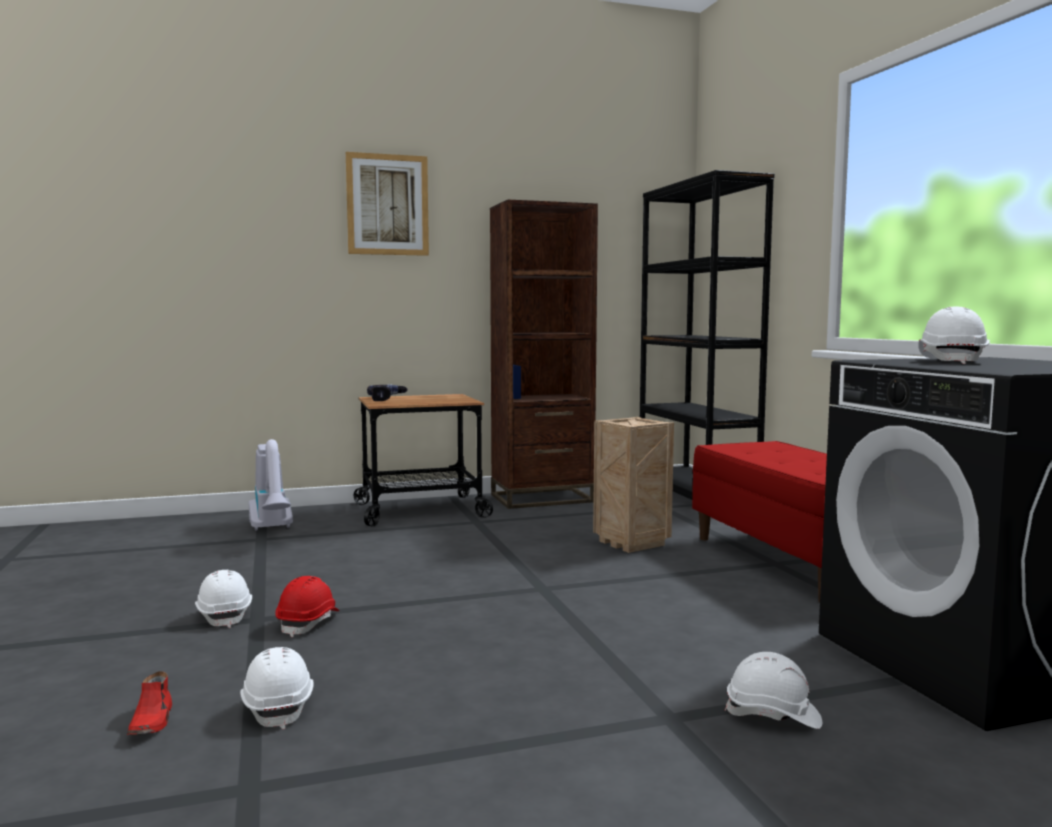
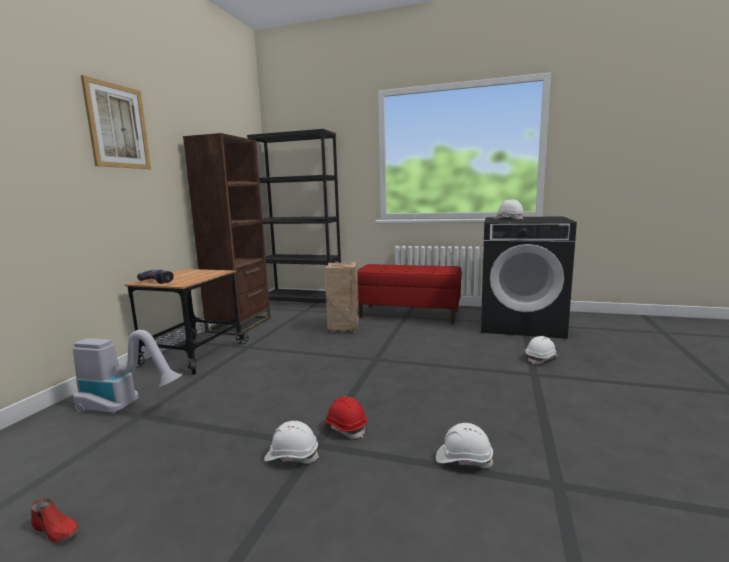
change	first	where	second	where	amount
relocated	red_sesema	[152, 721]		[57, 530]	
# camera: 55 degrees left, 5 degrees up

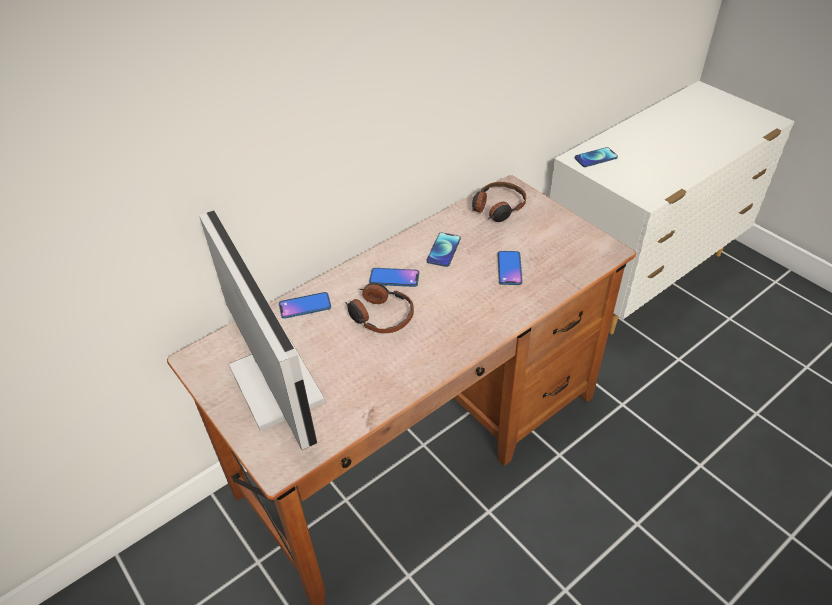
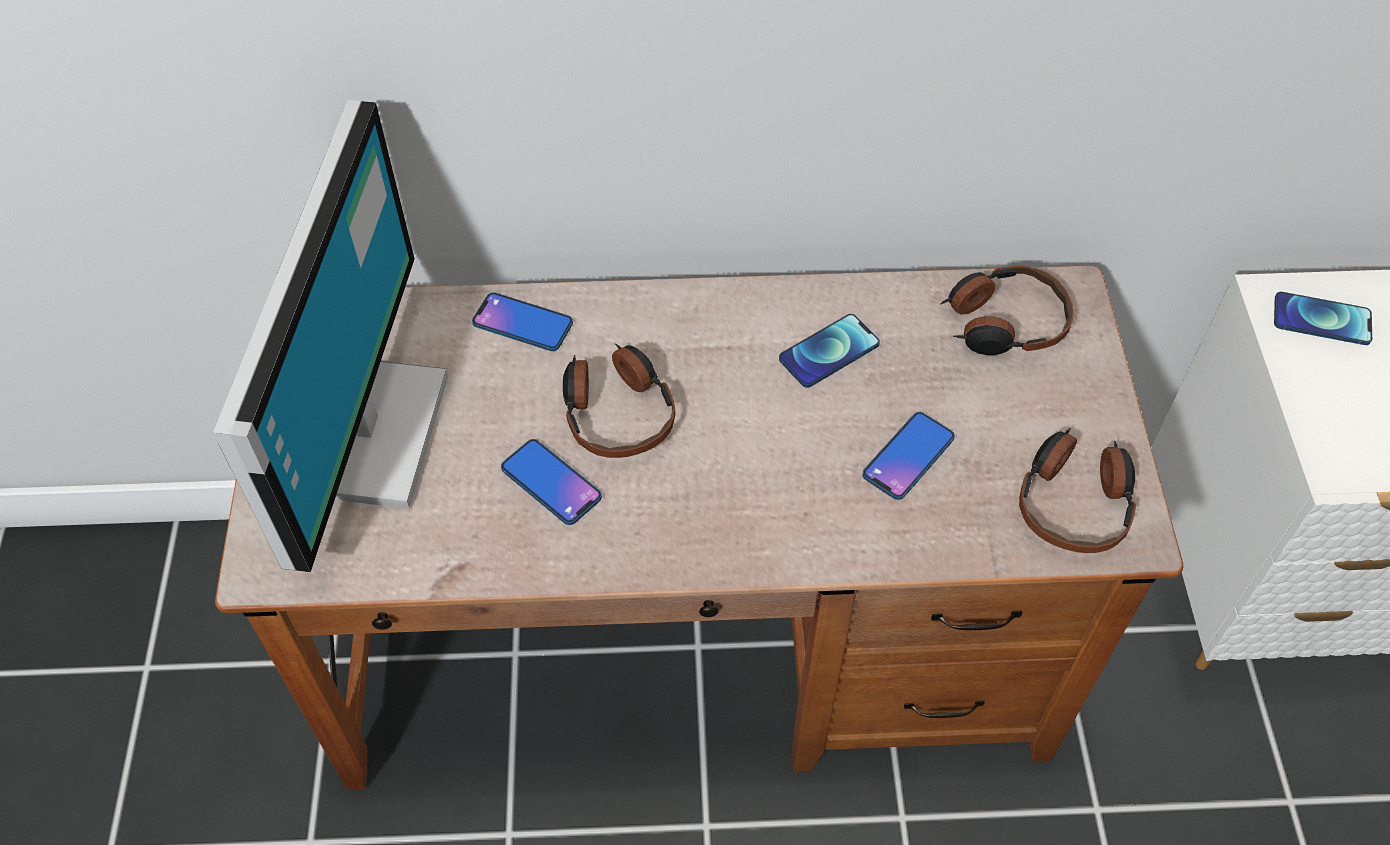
change	first	where	second	where	amount
appeared			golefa	[1074, 501]	
relocated	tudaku	[394, 278]		[551, 483]	
# camera: 35 degrees right, 10 degrees up

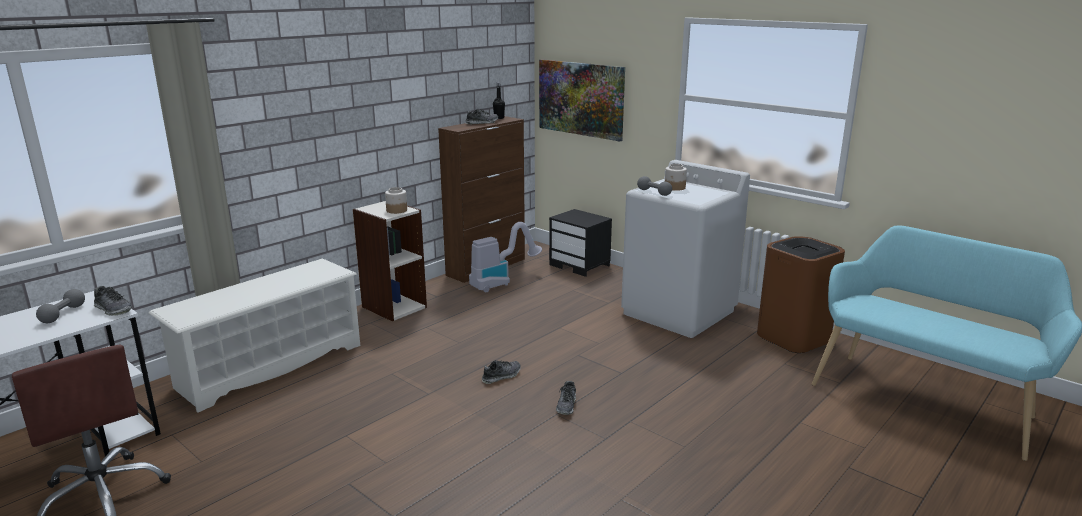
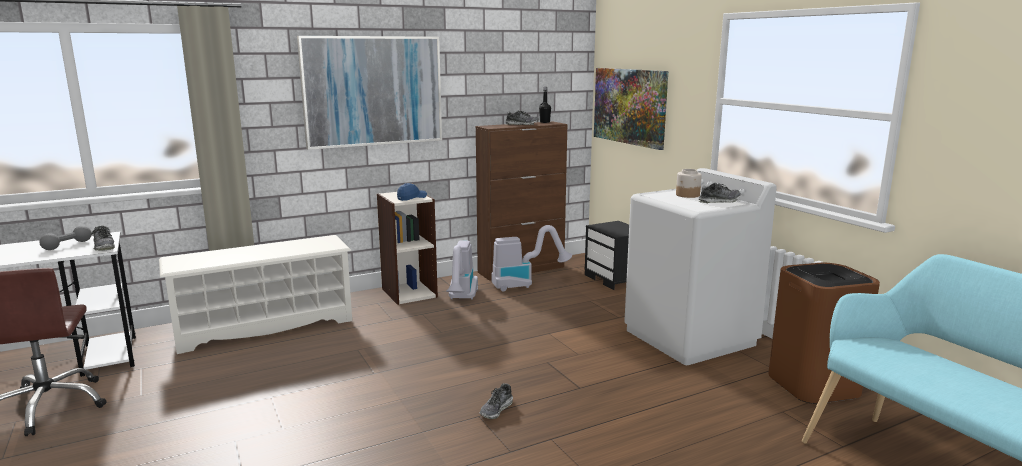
change	first	where	second	where	amount
missing	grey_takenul	[654, 192]			
appeared			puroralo	[372, 91]	
appeared			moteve	[462, 299]	
relocated	sesema	[501, 376]		[719, 201]	
exchanged	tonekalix	[396, 210]	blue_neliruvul	[412, 197]	
# camera: 20 degrees right, 5 degrees down

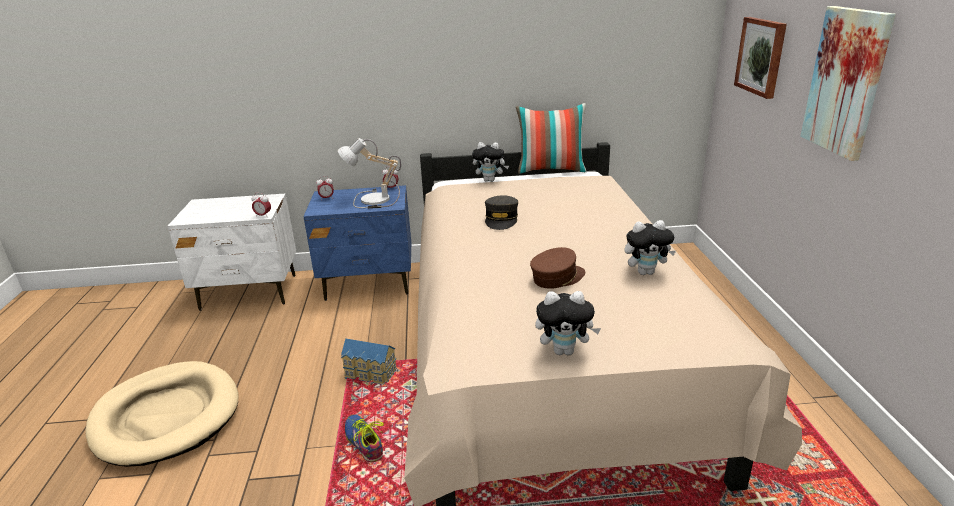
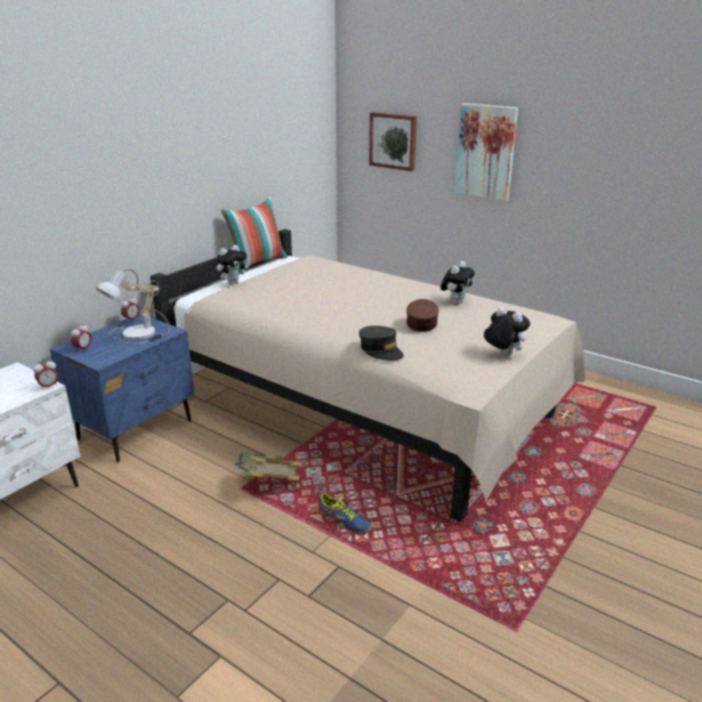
change	first	where	second	where	amount
missing	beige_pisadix	[167, 416]			
relocated	grey_neliruvul	[501, 219]		[381, 350]	
exchanged	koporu	[370, 374]	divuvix	[269, 484]	
spun	sesema	[363, 442]		[344, 520]	150 degrees counterclockwise
spun	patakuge	[565, 351]		[503, 354]	90 degrees counterclockwise
# camera: 50 degrees left, 0 degrees up

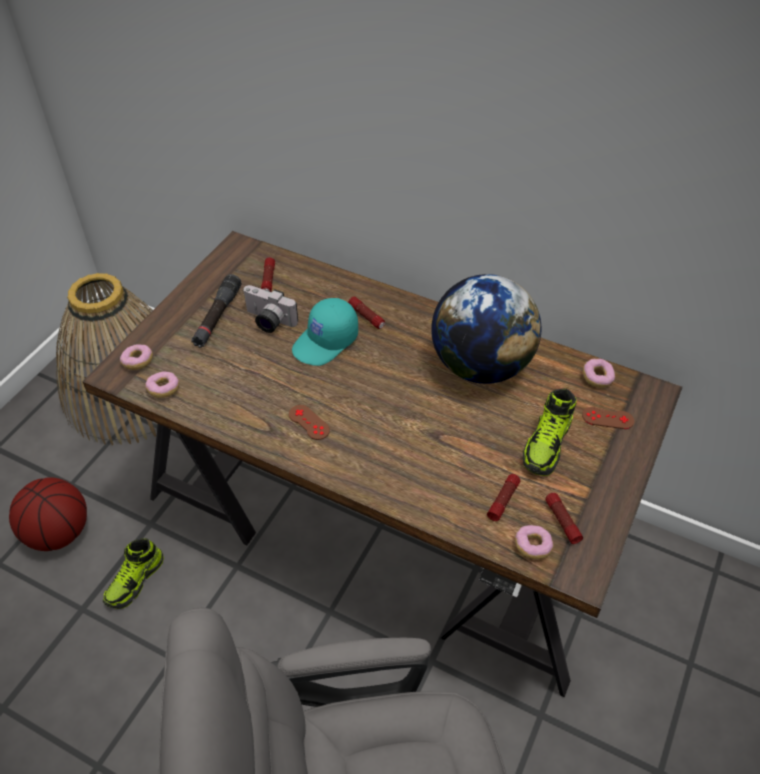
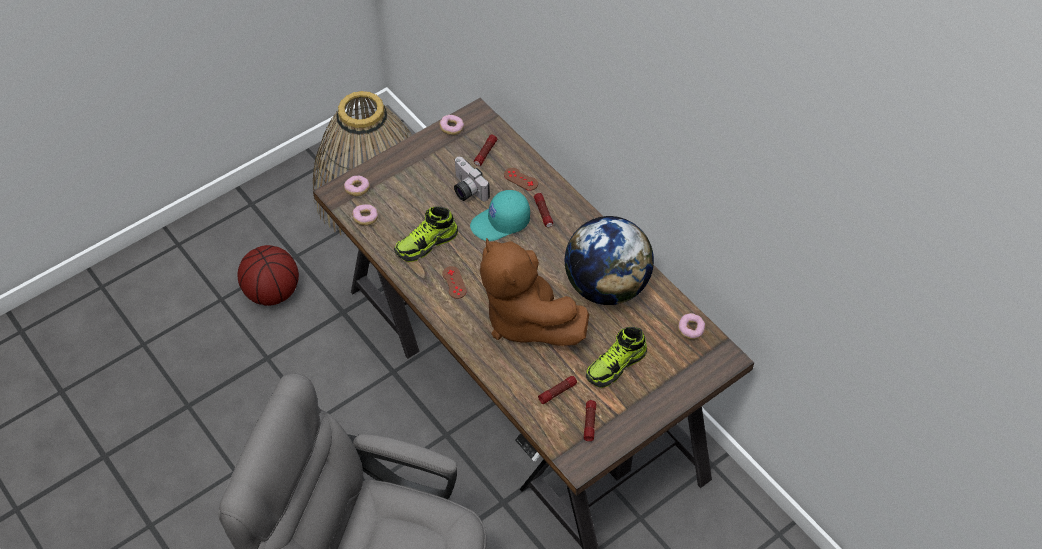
change	first	where	second	where	amount
missing	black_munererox	[217, 317]			
appeared			brown_patakuge	[525, 318]	
relocated	sesema	[135, 581]		[426, 244]	
relocated	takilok	[532, 546]		[452, 128]	
relocated	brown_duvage	[608, 418]		[521, 179]	
# camera: 25 degrees right, 5 degrees up

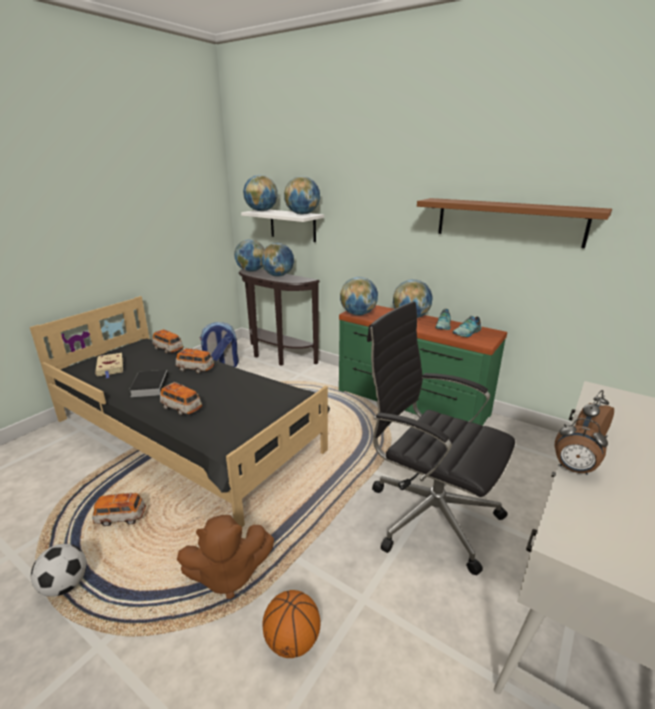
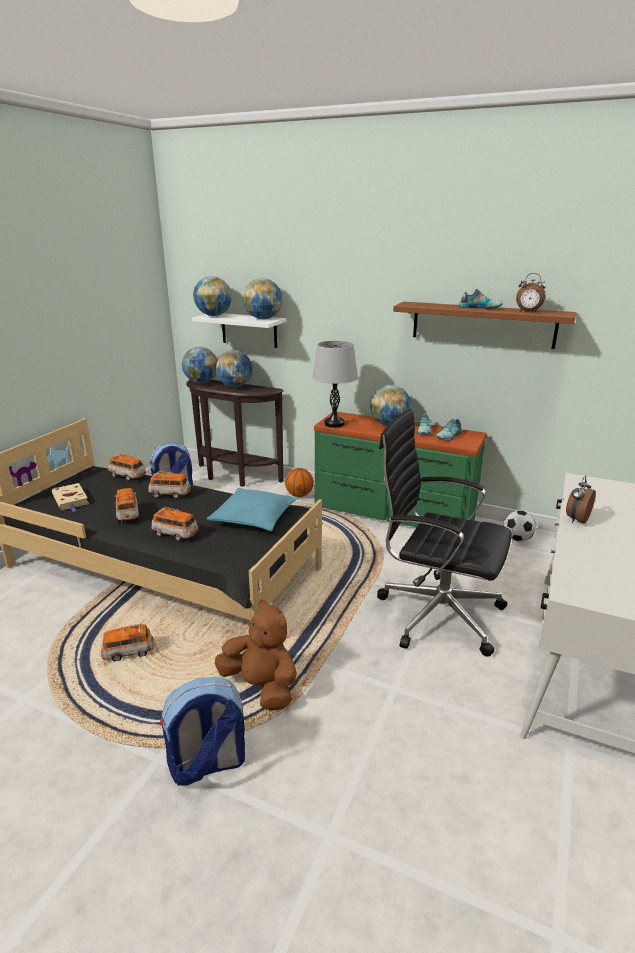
change	first	where	second	where	amount
appeared			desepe	[207, 765]	
appeared			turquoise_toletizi	[254, 517]	
appeared			sesema	[480, 307]	
relocated	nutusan	[65, 585]		[517, 539]	
relocated	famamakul	[292, 641]		[299, 495]	
relocated	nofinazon	[573, 469]		[528, 312]	
exchanged	divuvix	[150, 385]	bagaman	[128, 514]	
exchanged	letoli	[358, 314]	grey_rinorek	[334, 424]	
spun	brown_patakuge	[228, 575]		[261, 686]	120 degrees counterclockwise
# camera: 10 degrees left, 0 degrees up

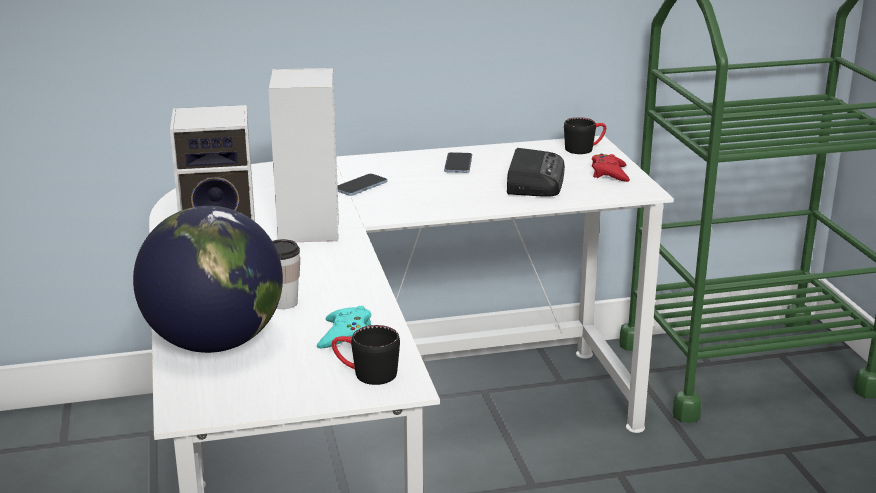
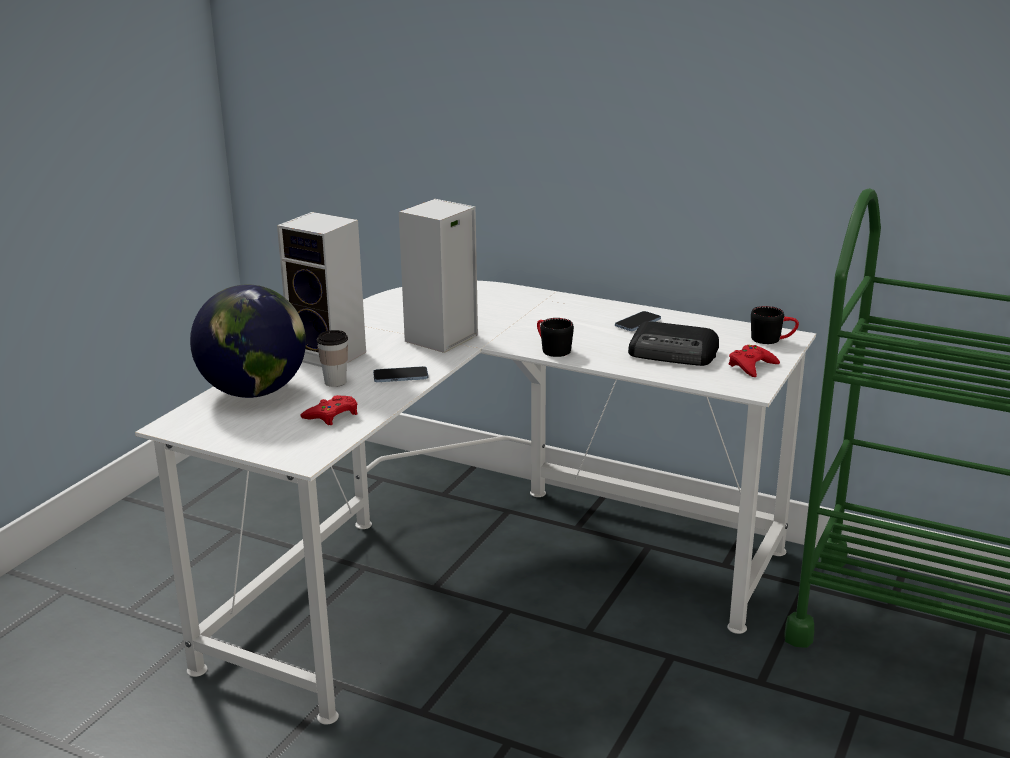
change	first	where	second	where	amount
relocated	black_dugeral	[365, 373]		[551, 349]	
relocated	tudaku	[360, 186]		[400, 376]	
colour	turquoise_duvage	[345, 335]	red_duvage	[332, 415]	
spun	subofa	[534, 180]		[674, 353]	60 degrees clockwise
# camera: 40 degrees right, 0 degrees up

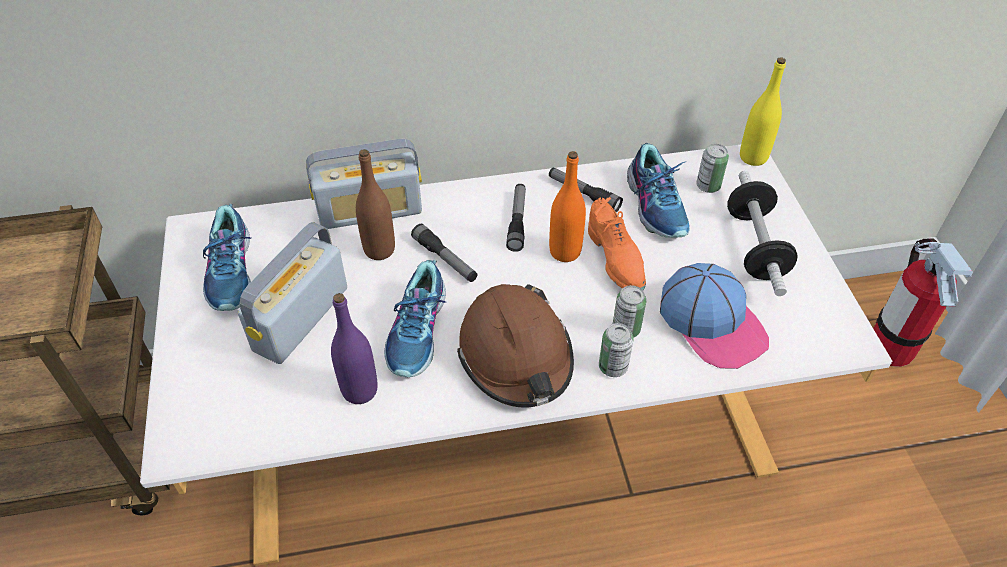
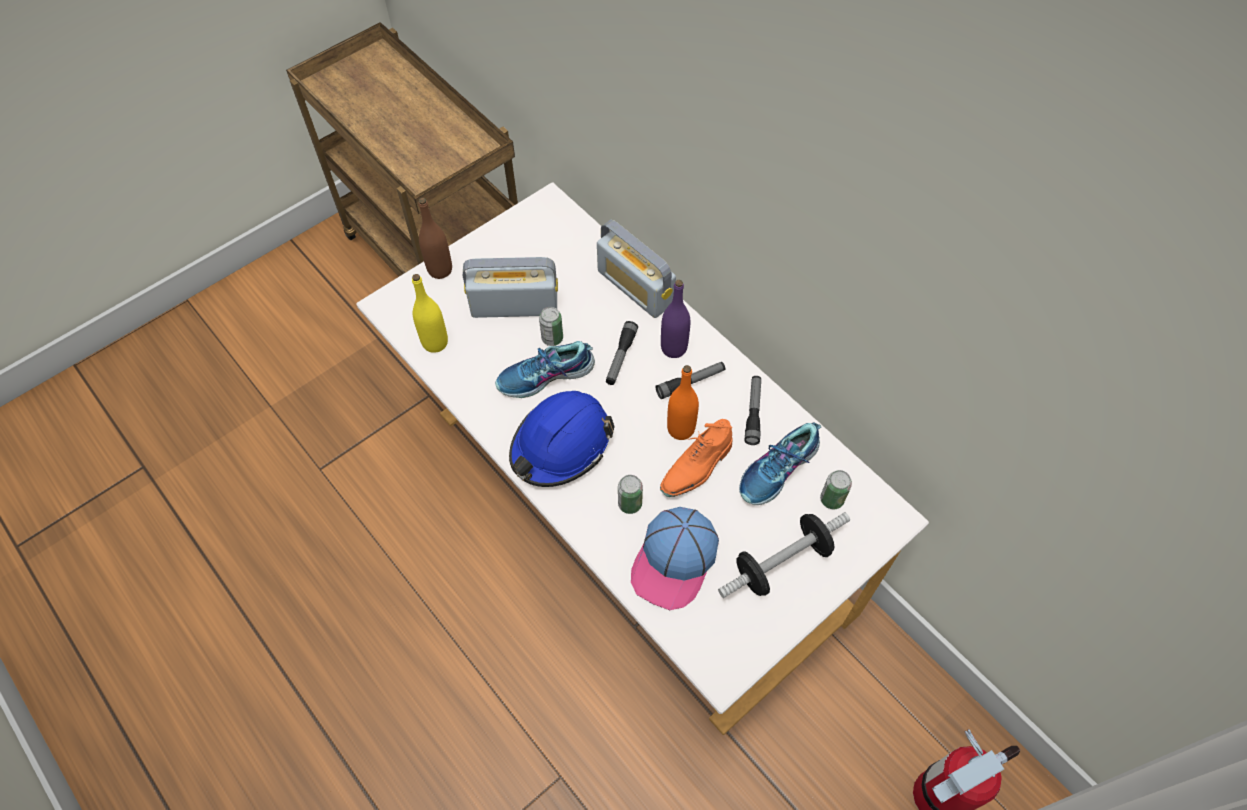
change	first	where	second	where	amount
missing	sesema	[232, 272]			
relocated	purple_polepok	[360, 390]		[674, 348]	
relocated	brown_polepok	[379, 250]		[440, 270]	
relocated	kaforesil	[613, 367]		[552, 338]	
relocated	yellow_polepok	[753, 157]		[435, 342]	
colour	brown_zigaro	[516, 356]	blue_zigaro	[561, 445]	
# camera: 60 degrees right, 10 degrees up

